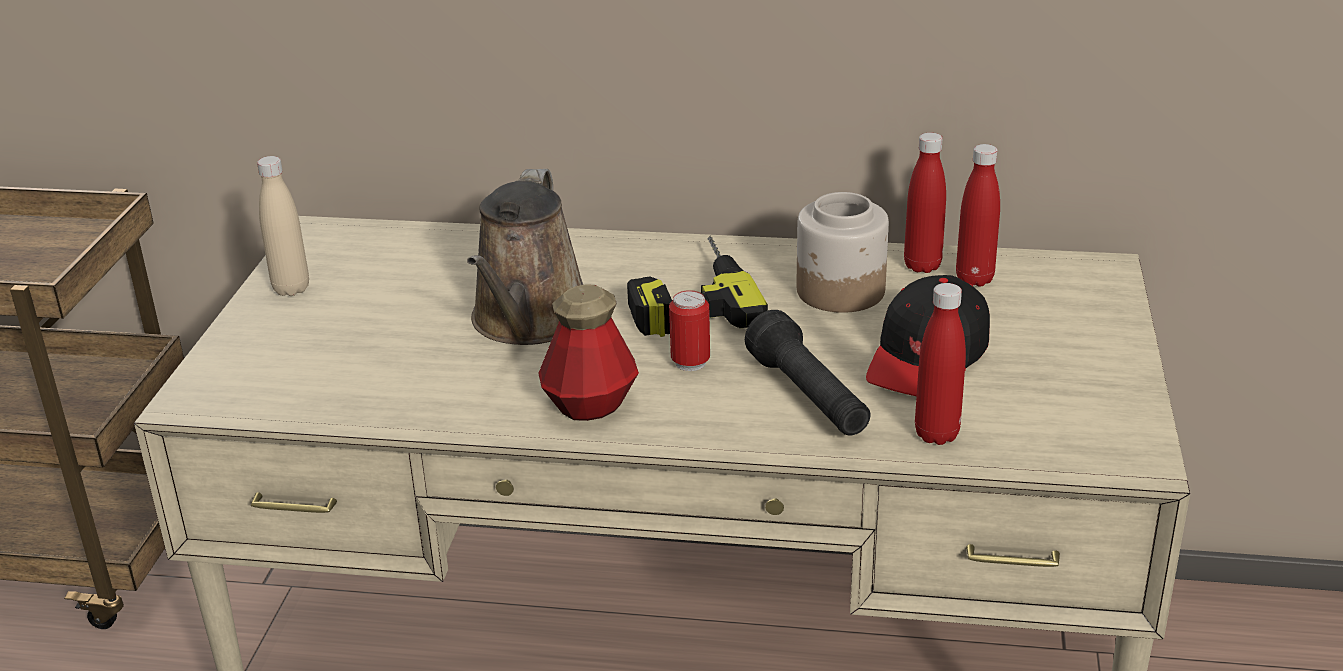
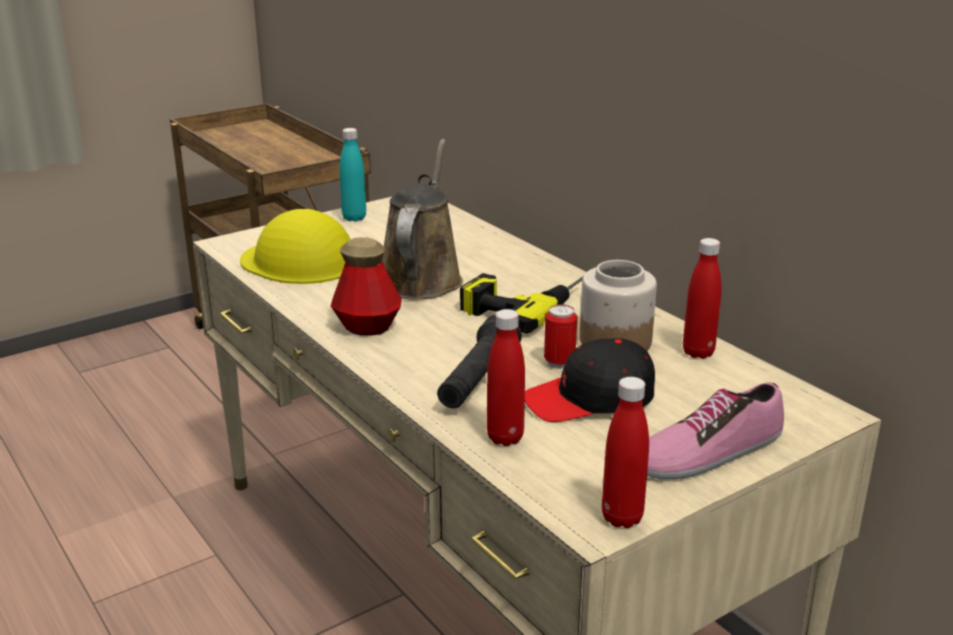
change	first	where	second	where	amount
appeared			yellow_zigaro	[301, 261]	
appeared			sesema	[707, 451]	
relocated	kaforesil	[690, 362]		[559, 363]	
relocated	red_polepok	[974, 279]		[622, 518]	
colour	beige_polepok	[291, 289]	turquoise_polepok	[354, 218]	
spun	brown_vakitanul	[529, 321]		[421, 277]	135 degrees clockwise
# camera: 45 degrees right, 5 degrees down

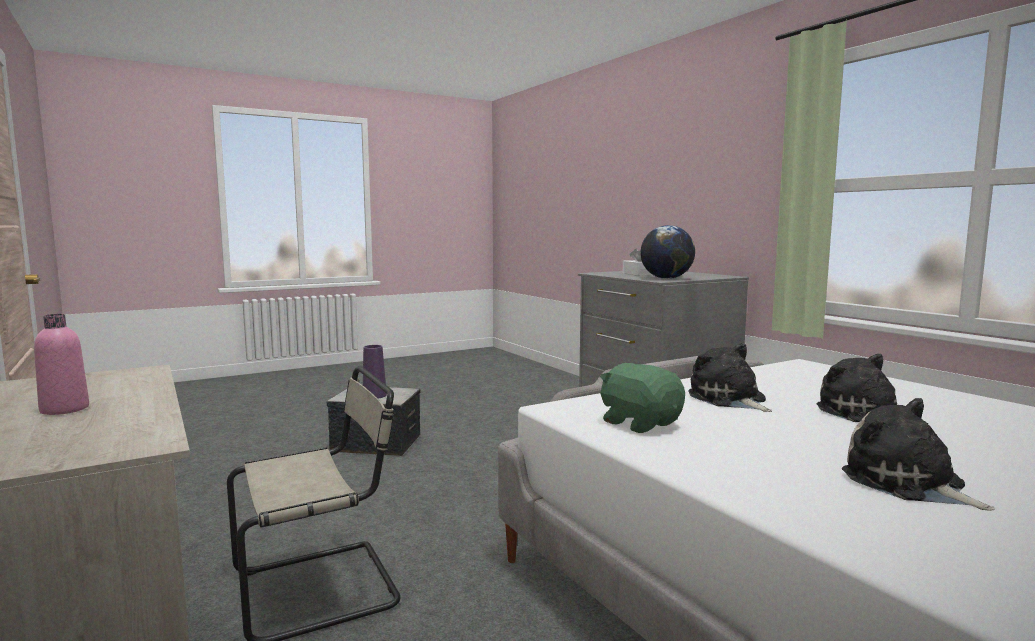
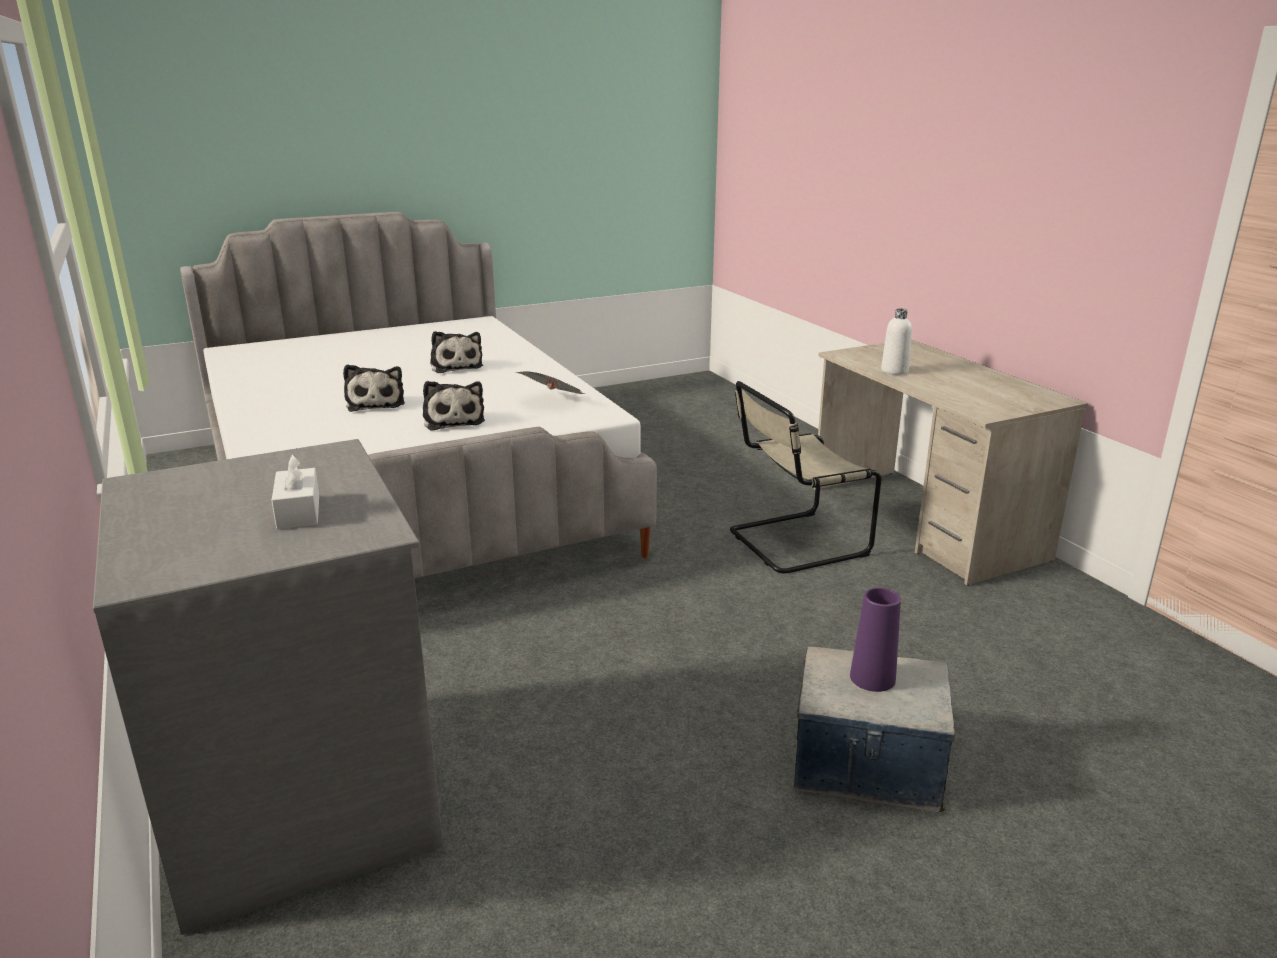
change	first	where	second	where	amount
missing	pink_polepok	[64, 409]			
missing	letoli	[666, 278]			
appeared			white_polepok	[894, 371]	
exchanged	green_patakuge	[640, 423]	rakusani	[554, 401]	
# camera: 175 degrees left, 15 degrees up

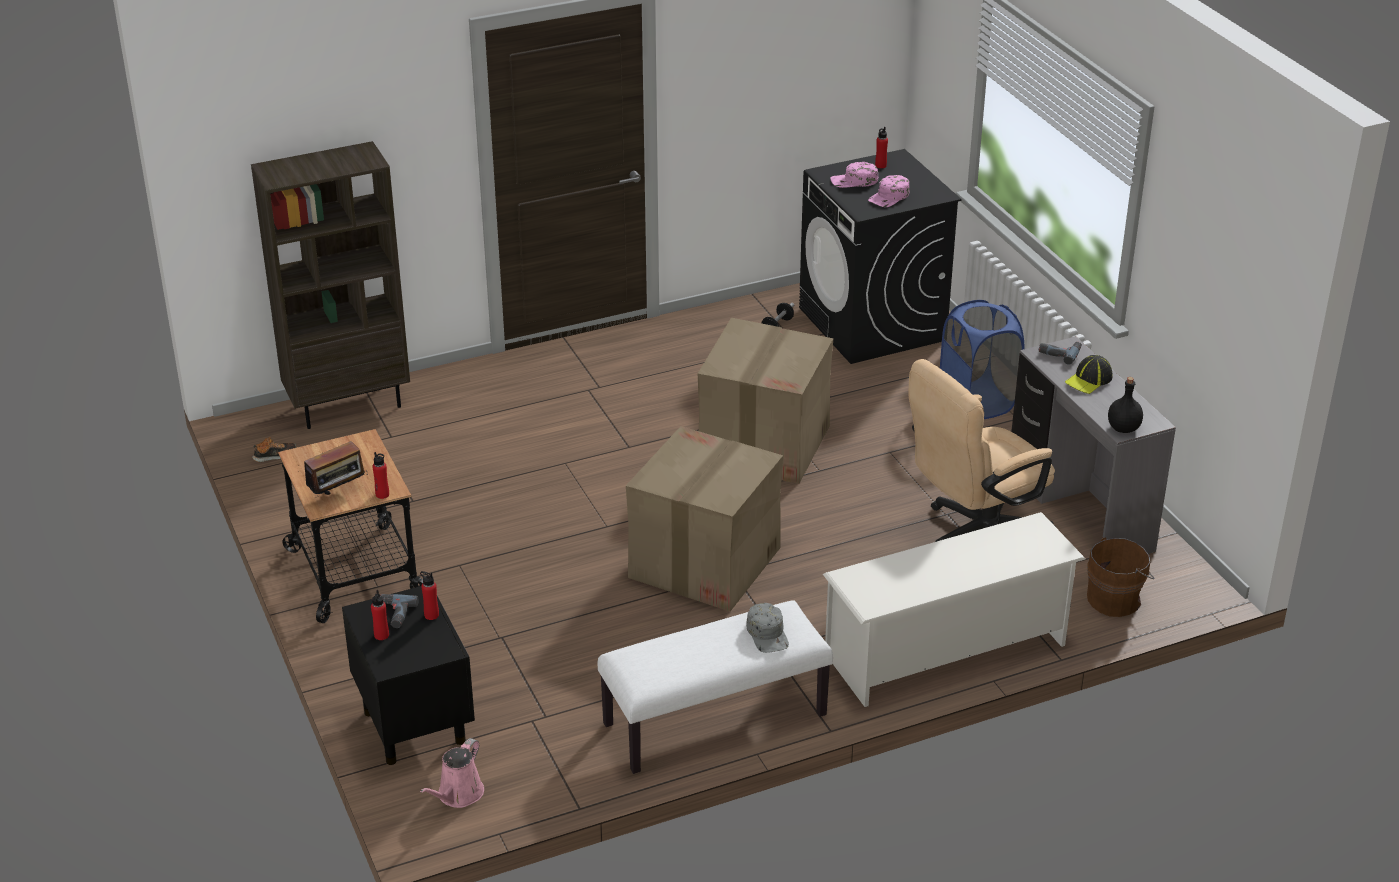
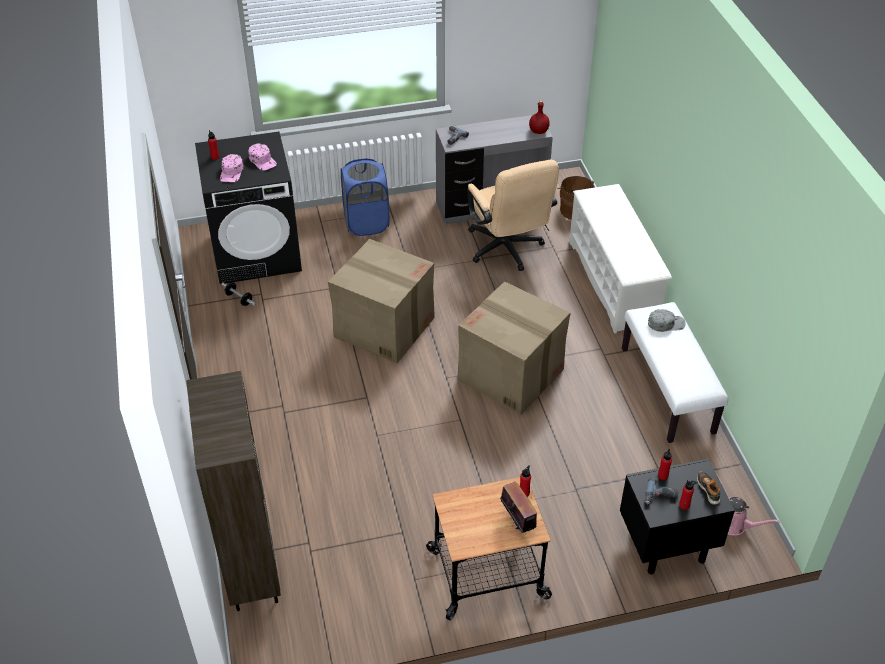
change	first	where	second	where	amount
missing	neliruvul	[1089, 380]			
relocated	sesema	[275, 455]		[708, 490]	
colour	black_polepok	[1122, 428]	red_polepok	[538, 131]	
# camera: 80 degrees left, 10 degrees up

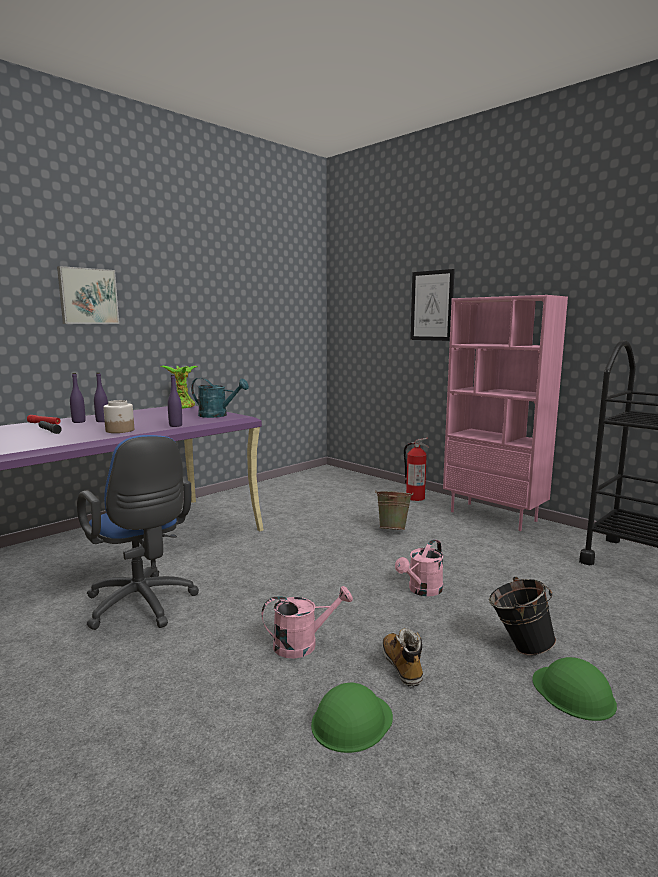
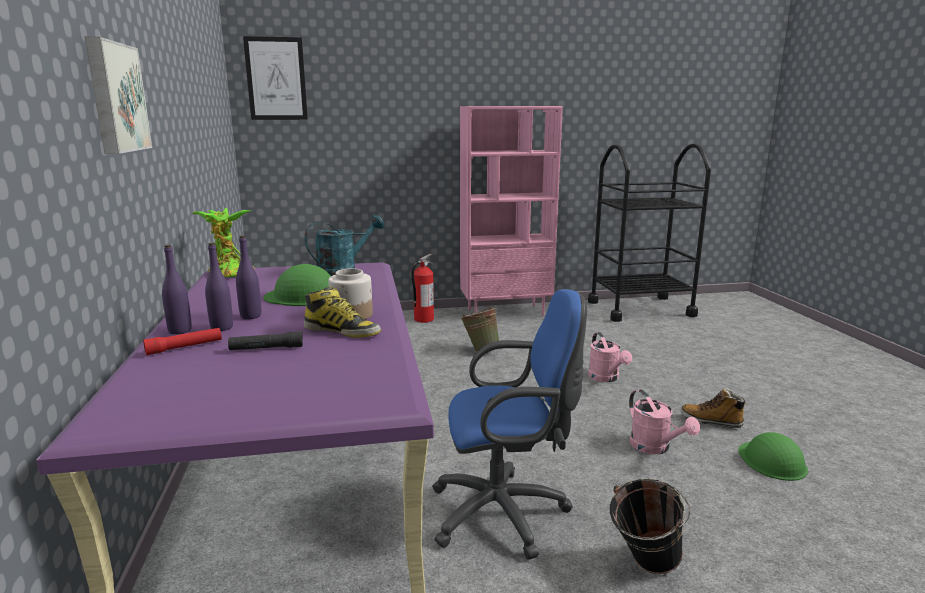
change	first	where	second	where	amount
appeared			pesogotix	[342, 331]	
relocated	purple_polepok	[175, 425]		[180, 331]	
relocated	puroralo	[432, 305]		[276, 79]	
relocated	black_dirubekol	[518, 647]		[643, 567]	
relocated	green_zigaro	[573, 692]		[303, 296]	
spun	pink_vakitanul	[303, 644]		[655, 448]	135 degrees clockwise
# camera: 55 degrees left, 5 degrees up

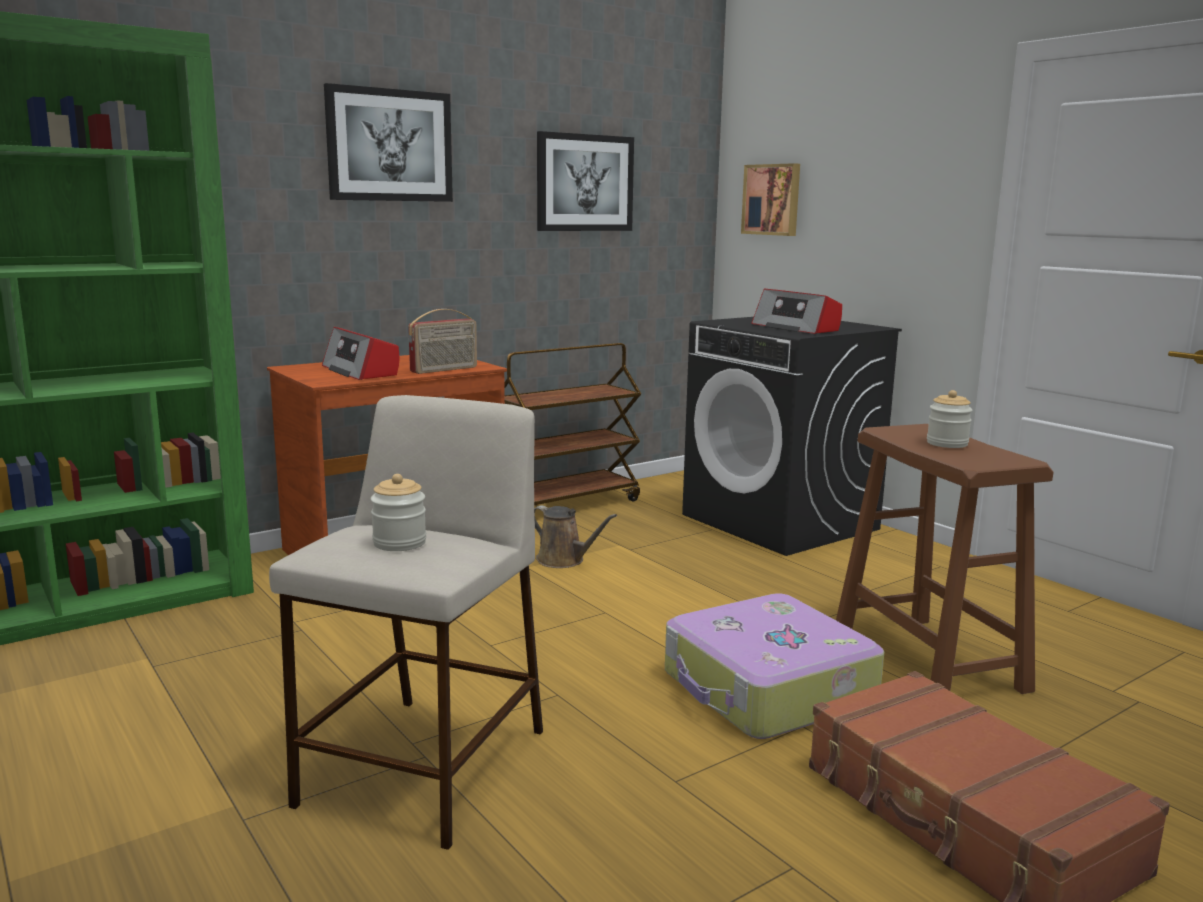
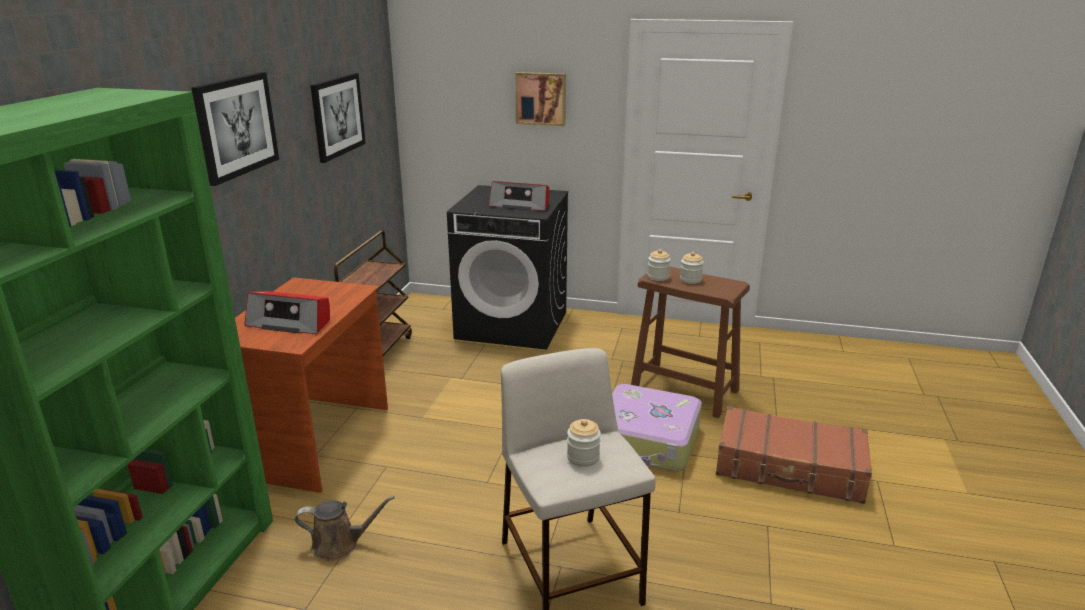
change	first	where	second	where	amount
missing	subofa	[444, 370]			
appeared			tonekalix	[658, 277]	
relocated	brown_vakitanul	[564, 560]		[340, 544]	
relocated	puroralo	[772, 199]		[541, 98]	
# camera: 40 degrees left, 10 degrees up

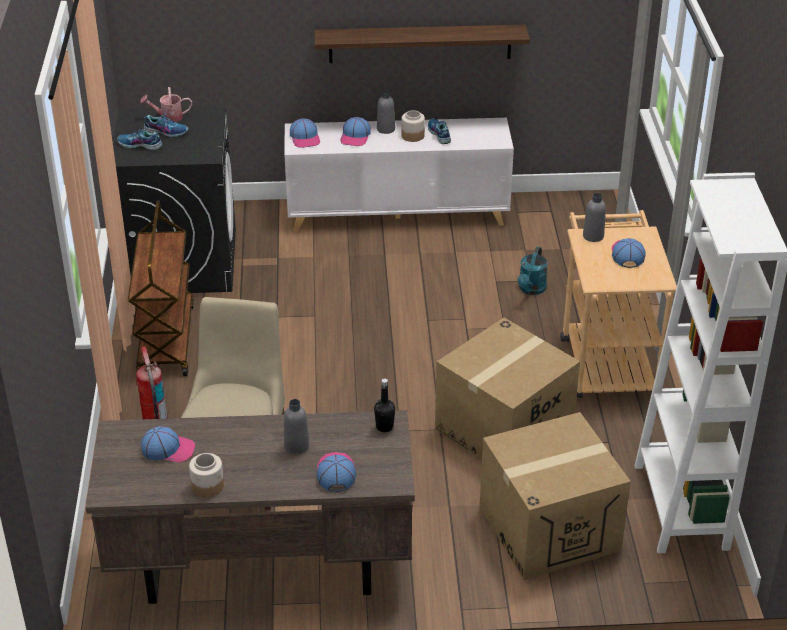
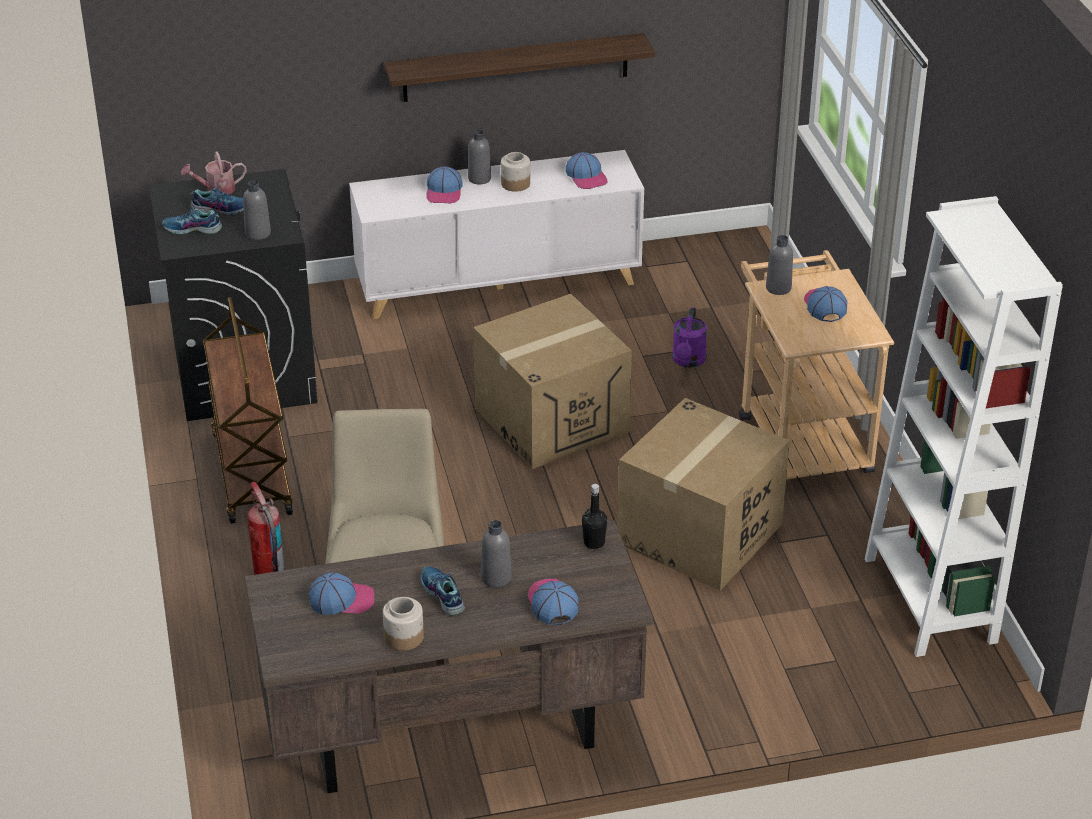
change	first	where	second	where	amount
appeared			grey_polepok	[258, 233]	
relocated	neliruvul	[305, 138]		[586, 177]	
relocated	sesema	[438, 134]		[442, 595]	
relocated	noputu	[549, 528]		[551, 420]	
colour	turquoise_vakitanul	[531, 290]	purple_vakitanul	[688, 361]	
# camera: 10 degrees left, 0 degrees up

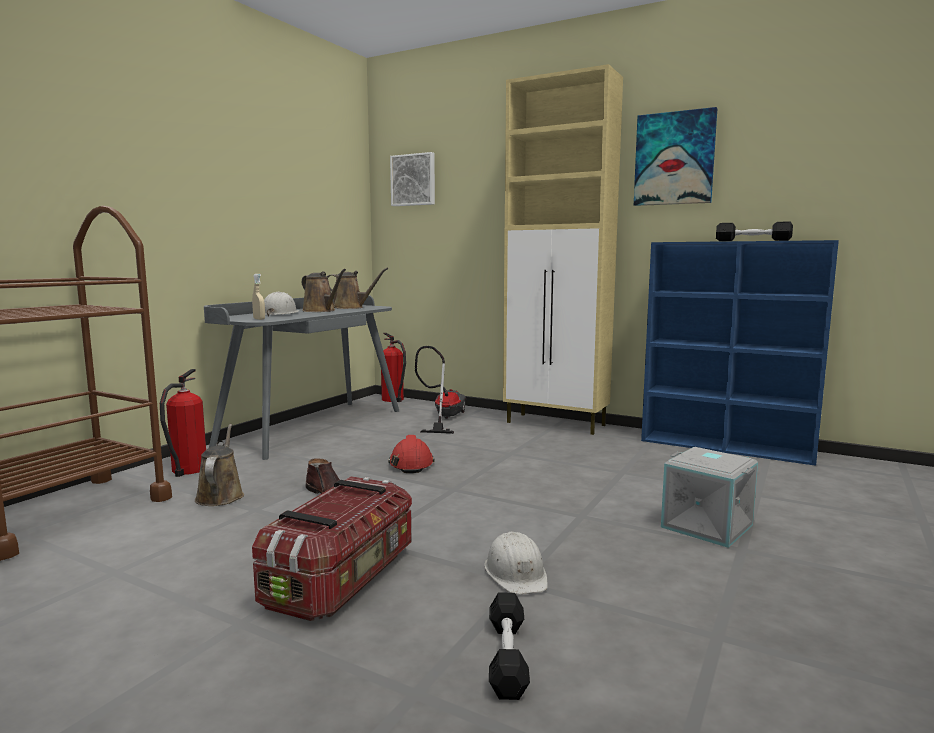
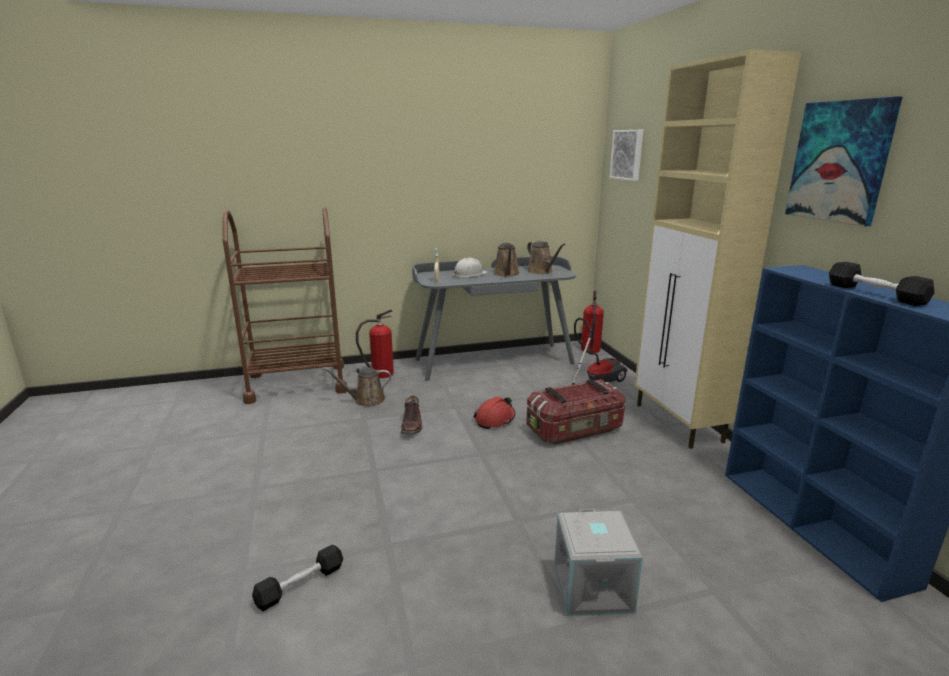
change	first	where	second	where	amount
missing	white_zigaro	[516, 573]			
relocated	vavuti	[343, 578]		[576, 430]	
spun	brown_vakitanul	[220, 495]		[366, 400]	135 degrees counterclockwise
# camera: 45 degrees right, 10 degrees up

